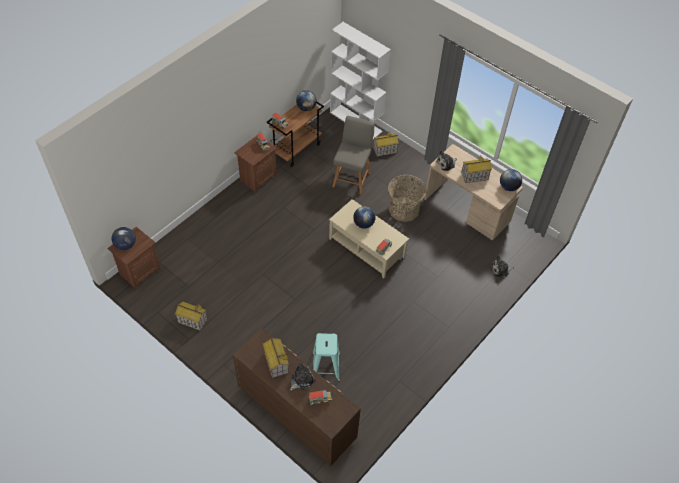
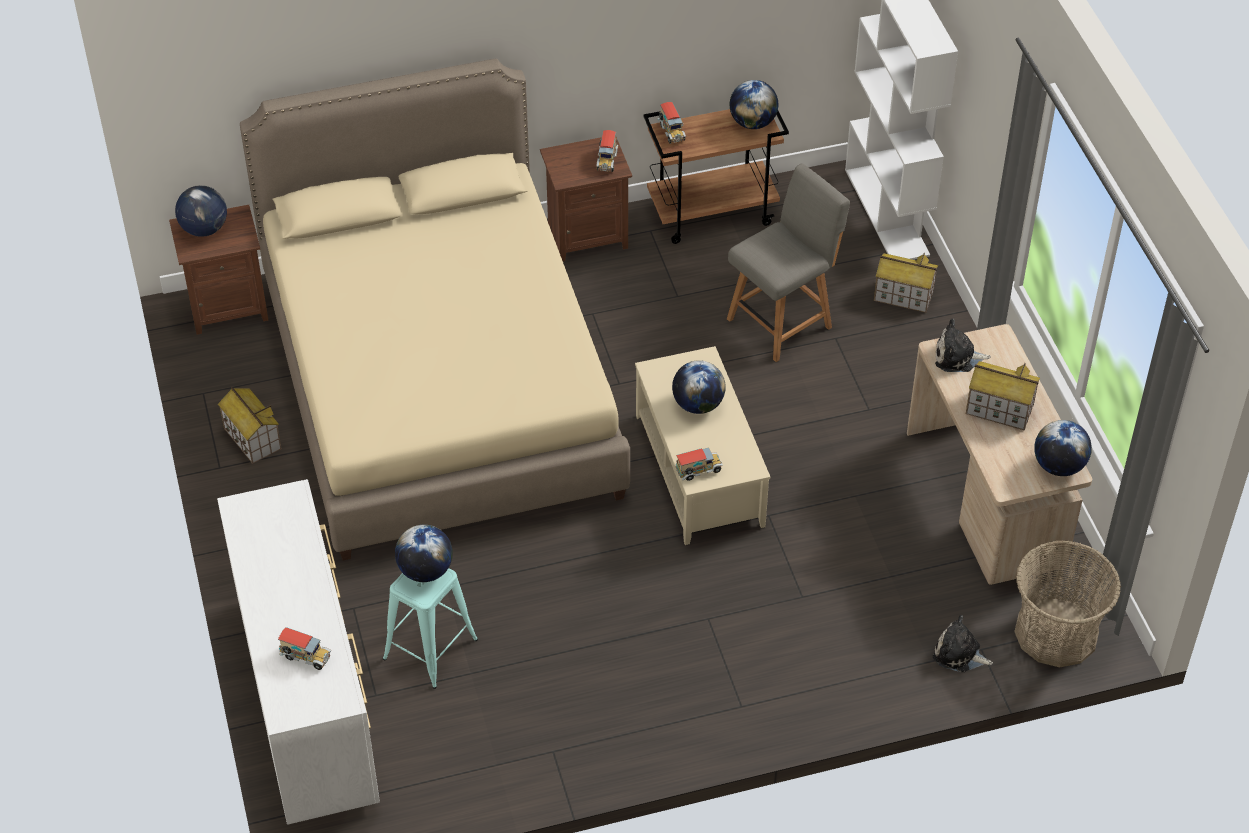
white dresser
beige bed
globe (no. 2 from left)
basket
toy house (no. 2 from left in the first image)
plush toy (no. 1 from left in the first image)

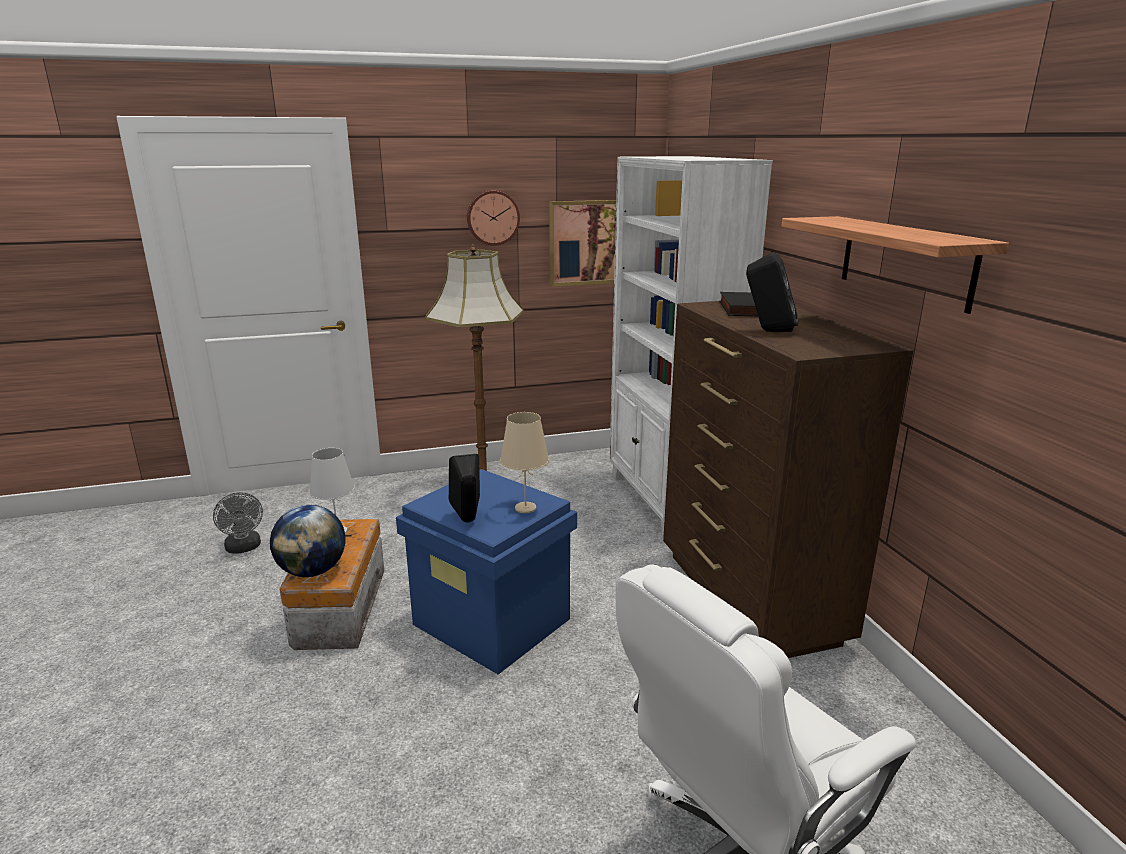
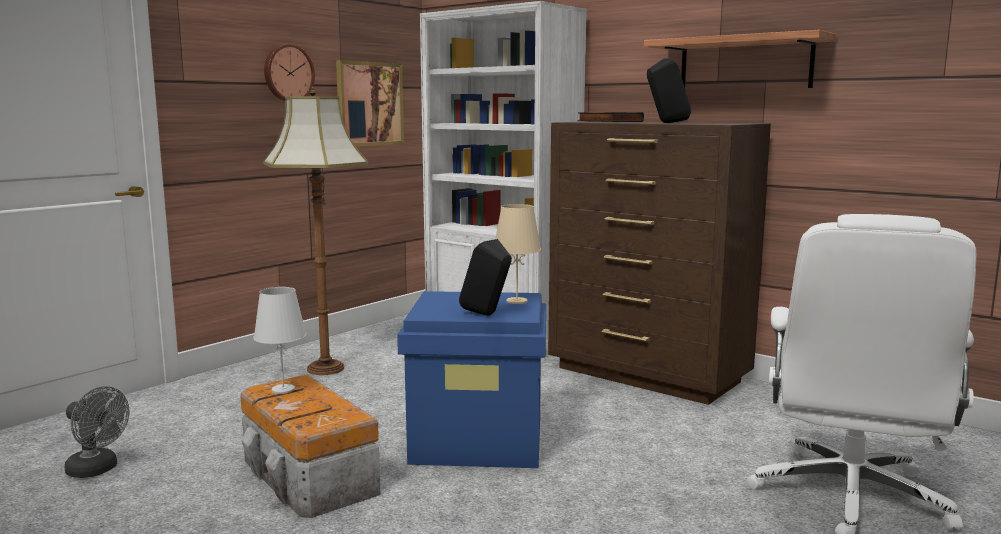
globe

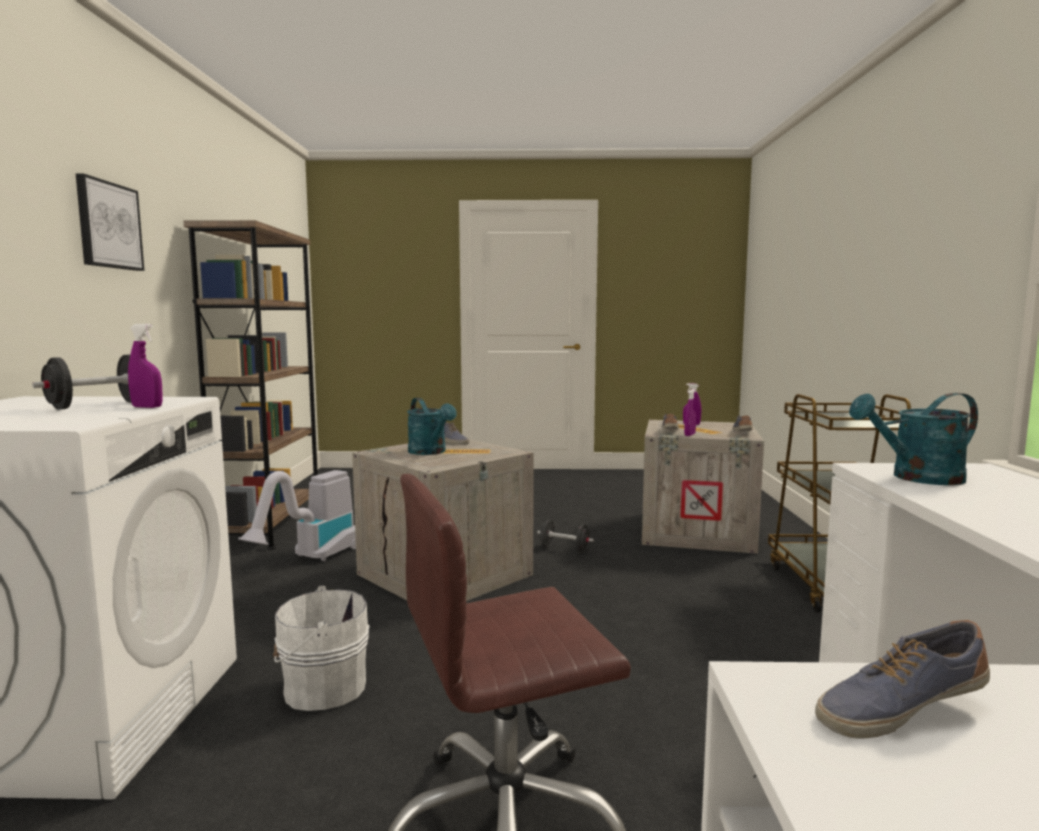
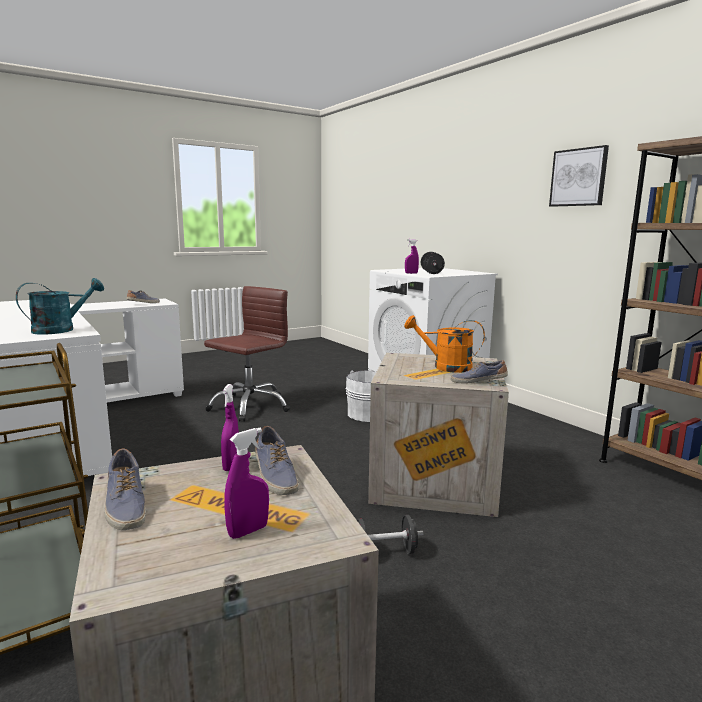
orange watering can
vacuum cleaner

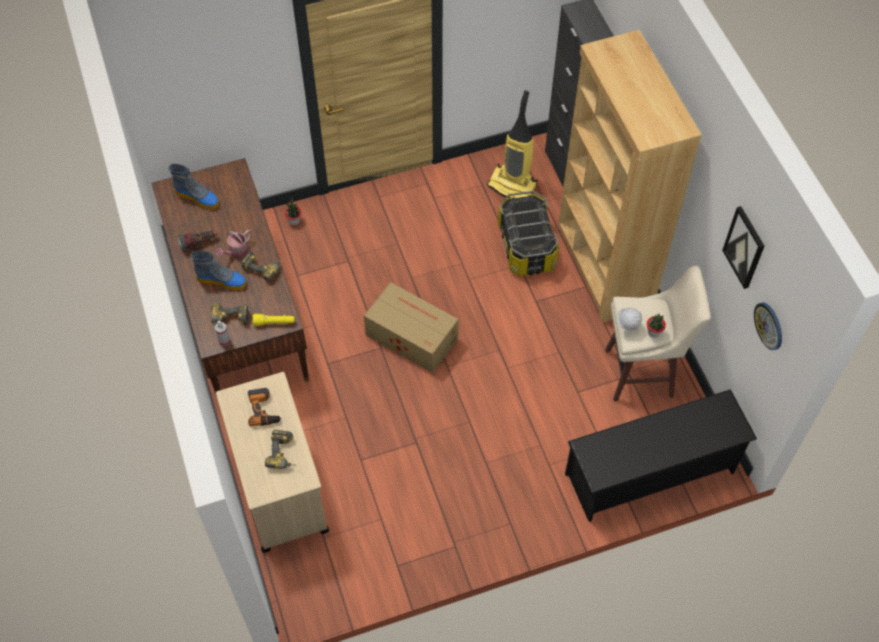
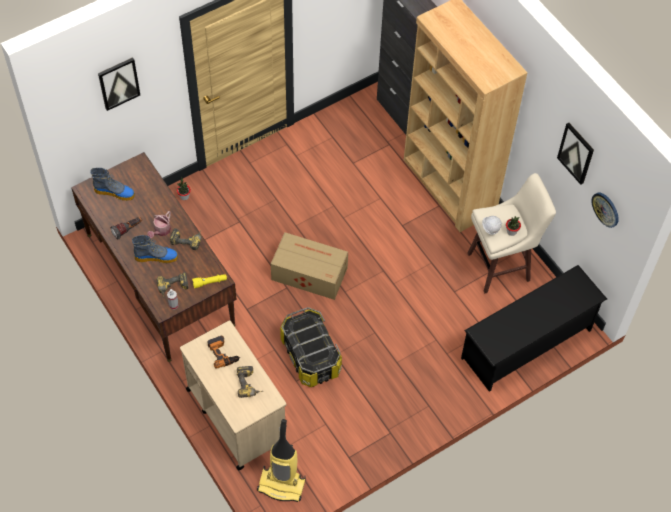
picture (no. 1 from left)
vacuum cleaner
storage box

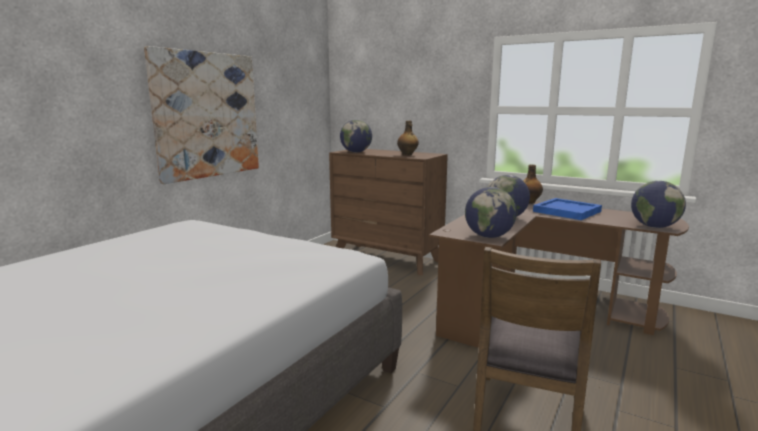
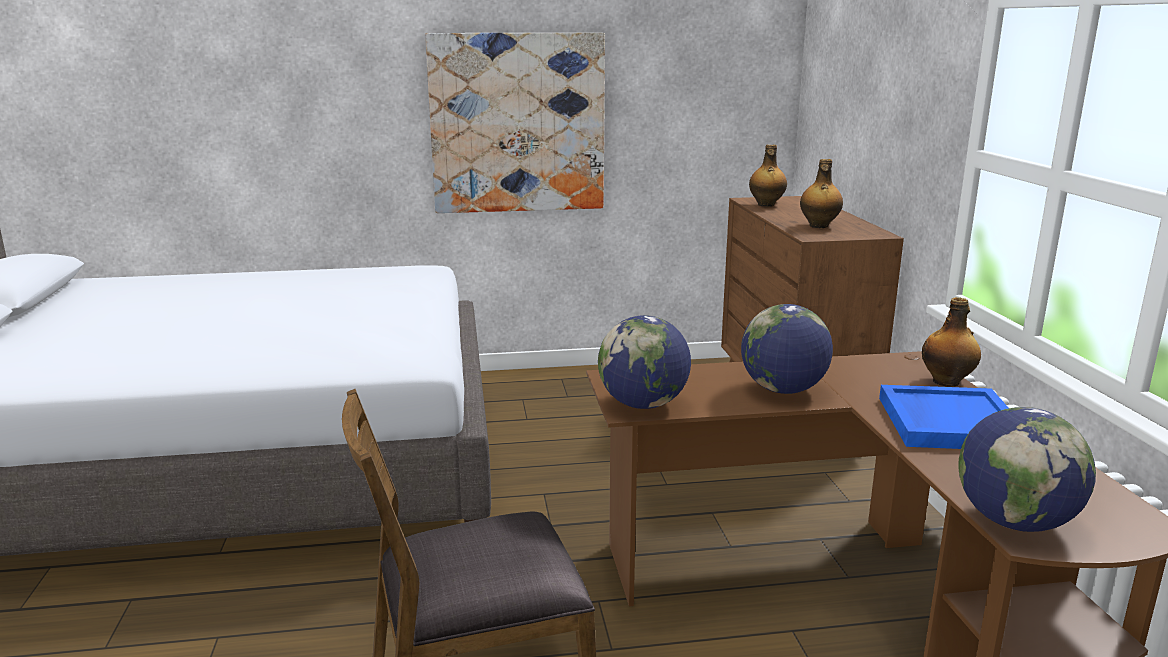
bottle (no. 1 from left)

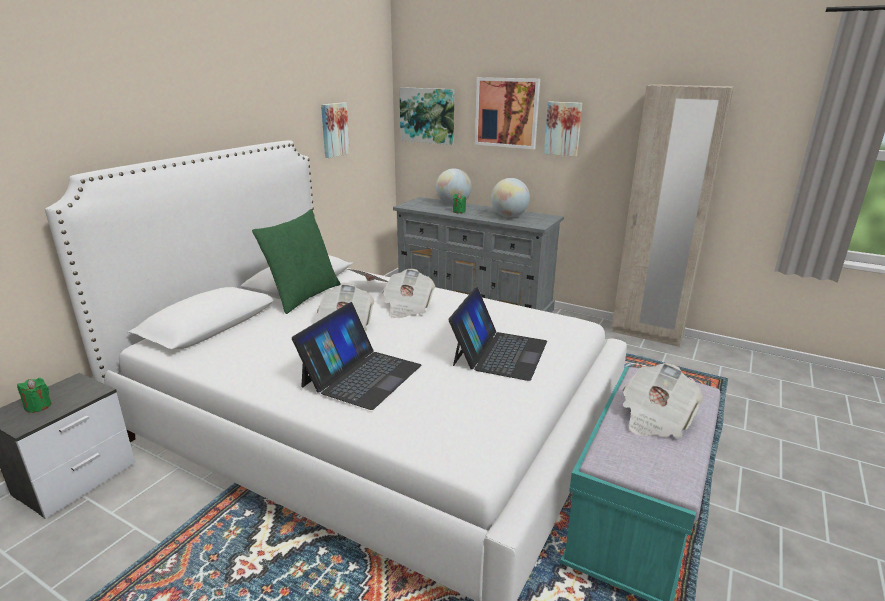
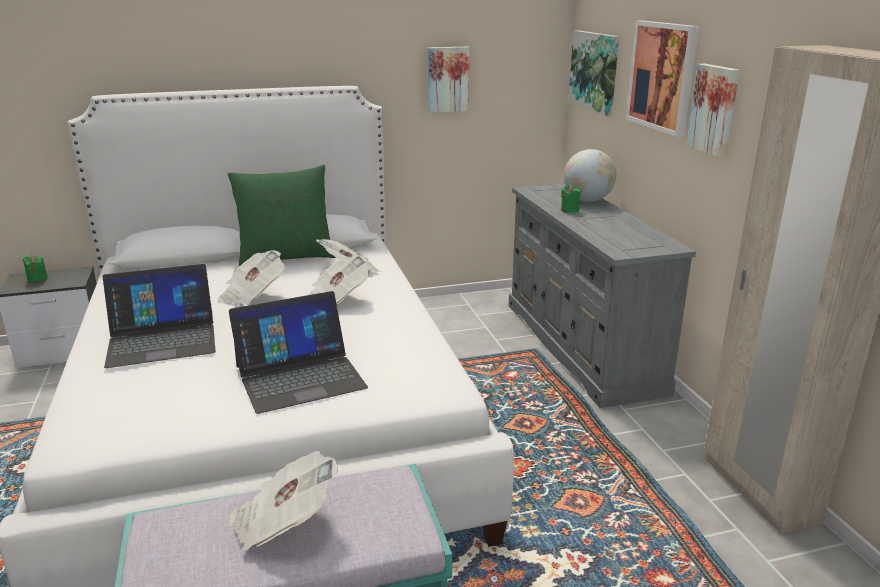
globe (no. 2 from left in the first image)

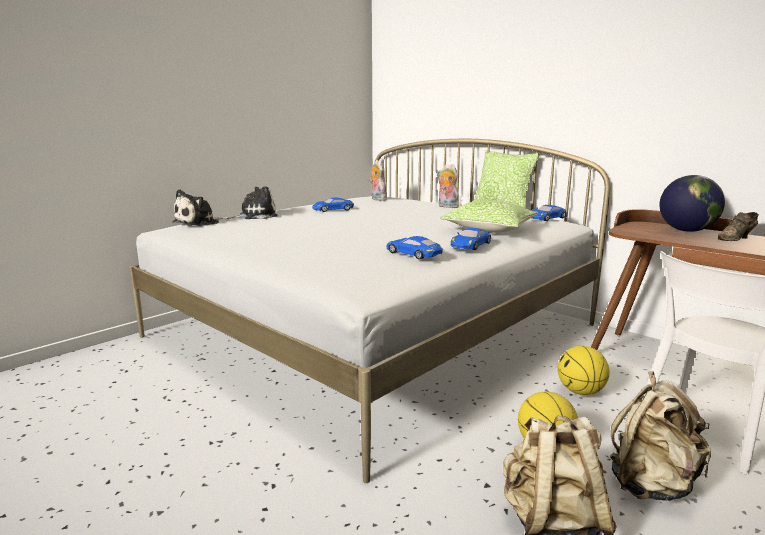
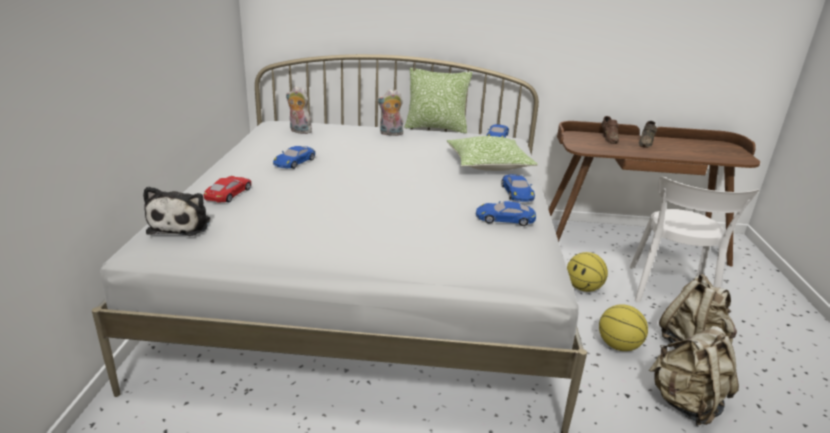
red toy car
brown shoe (no. 1 from left)

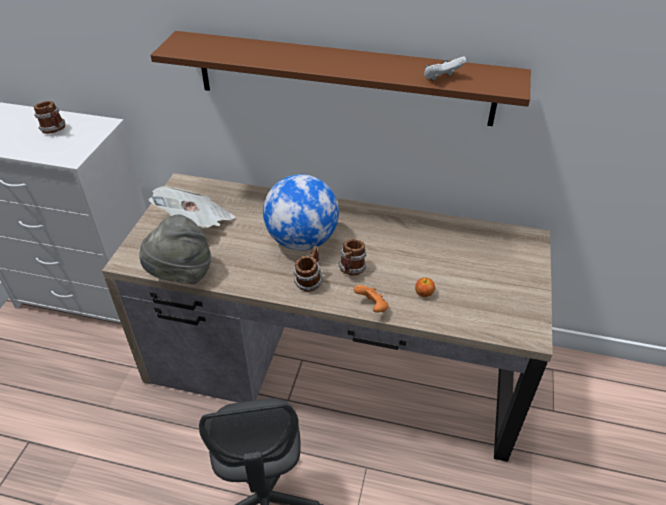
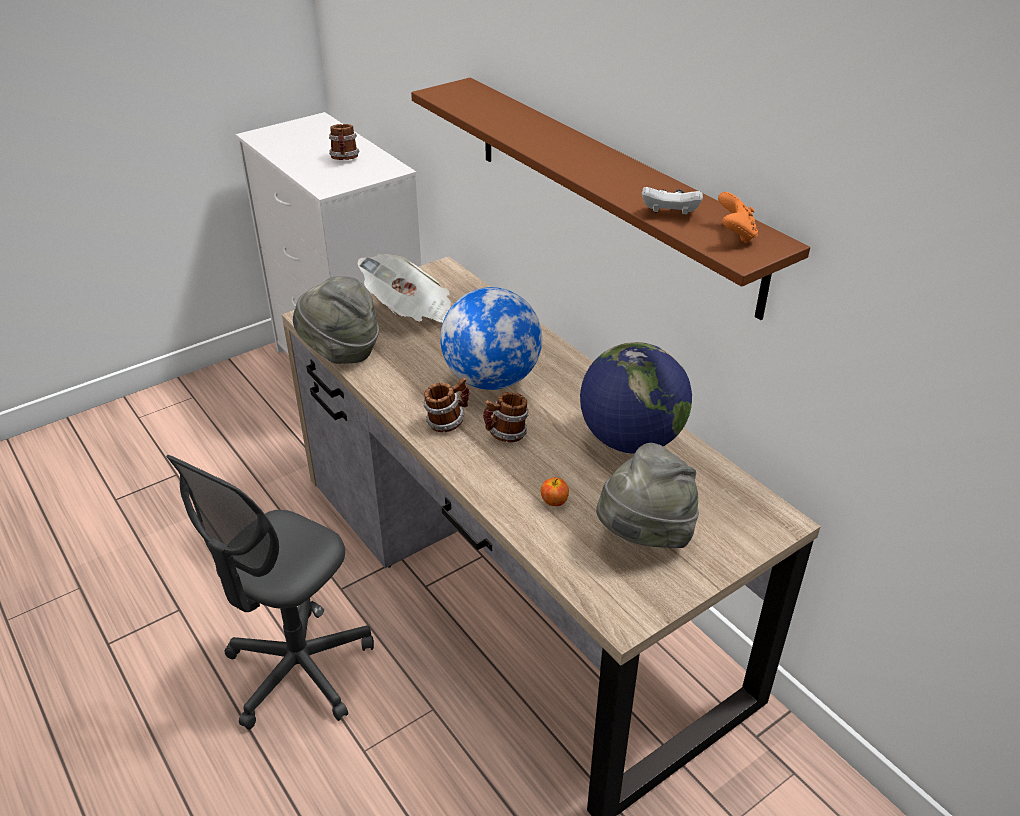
globe (no. 2 from left)
grey hat (no. 2 from left)
orange game controller

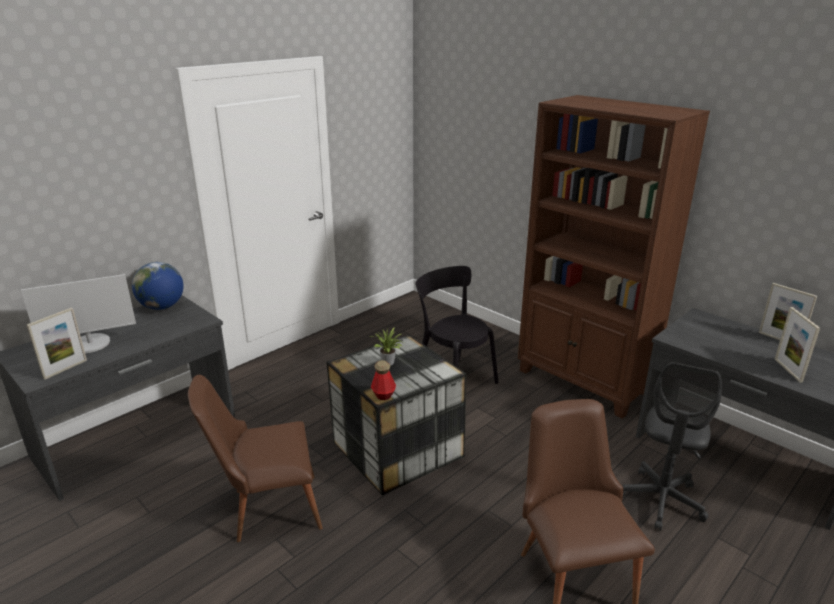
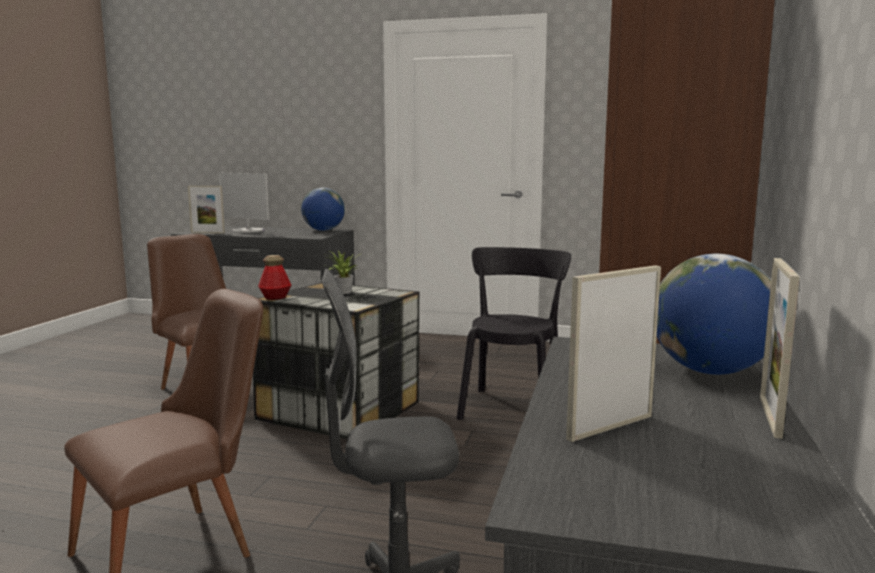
globe (no. 2 from left)

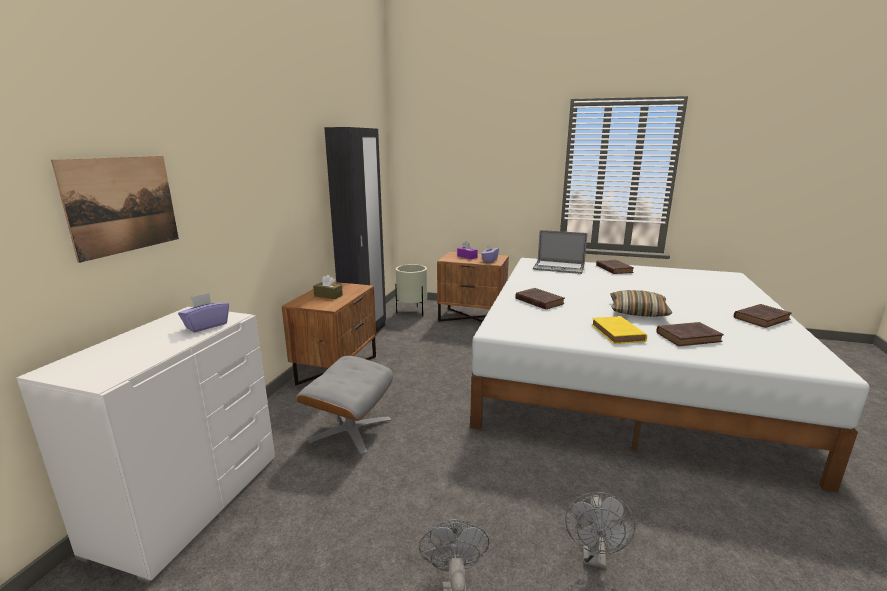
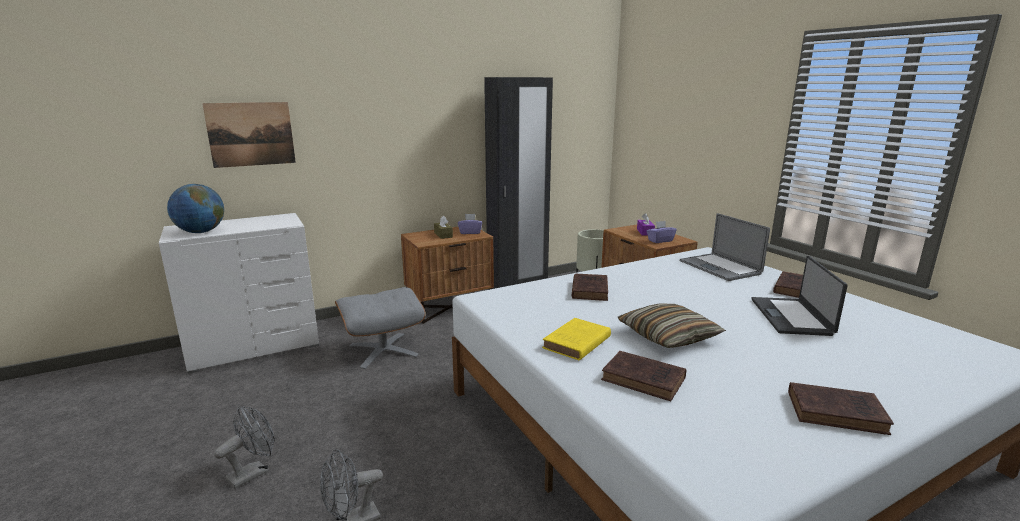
globe
purple tissue box (no. 1 from left)
laptop (no. 2 from left)

